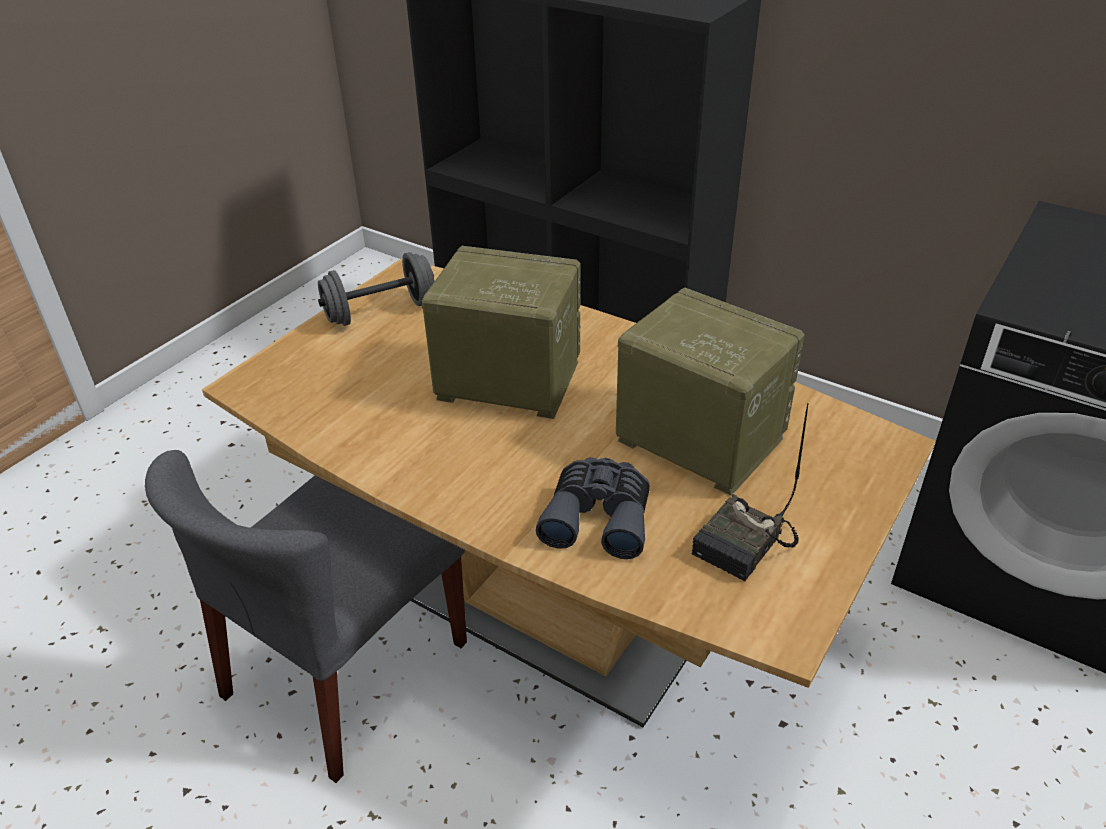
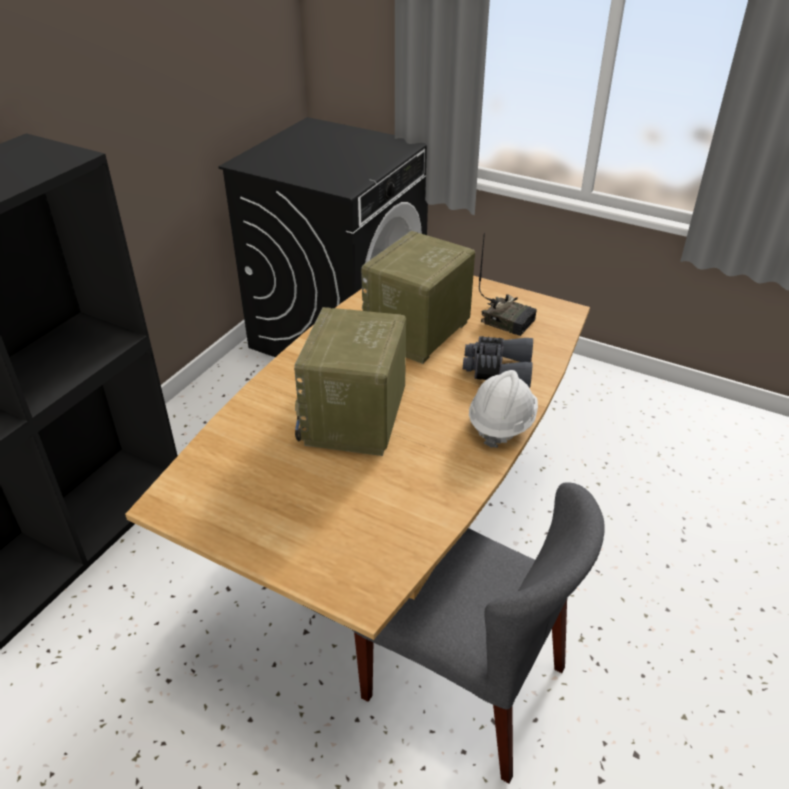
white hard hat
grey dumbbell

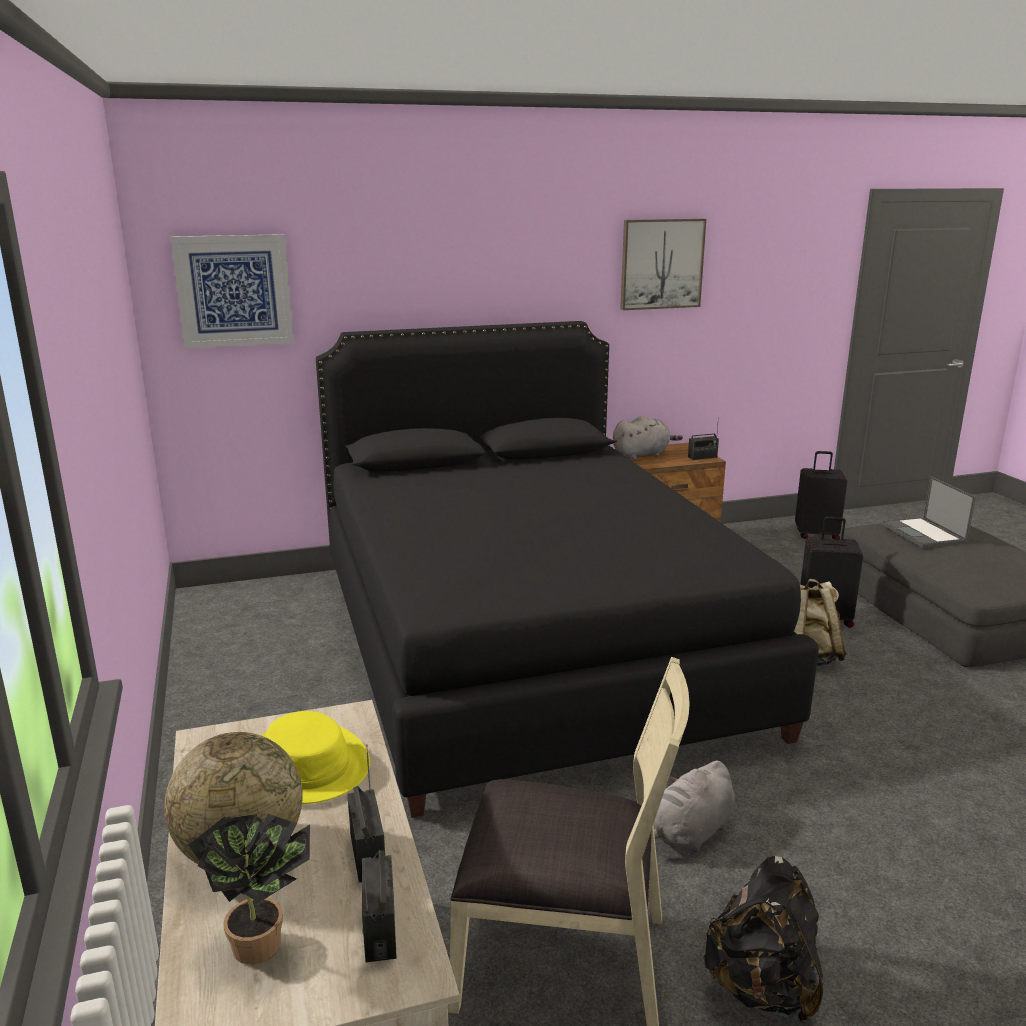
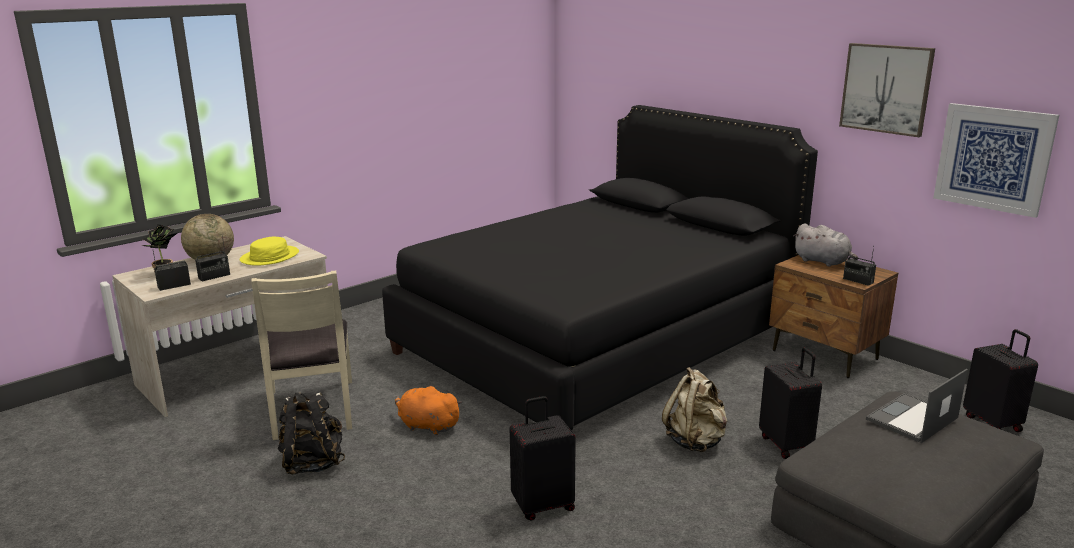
orange plush toy
black suitcase (no. 1 from left)
picture (no. 2 from left)

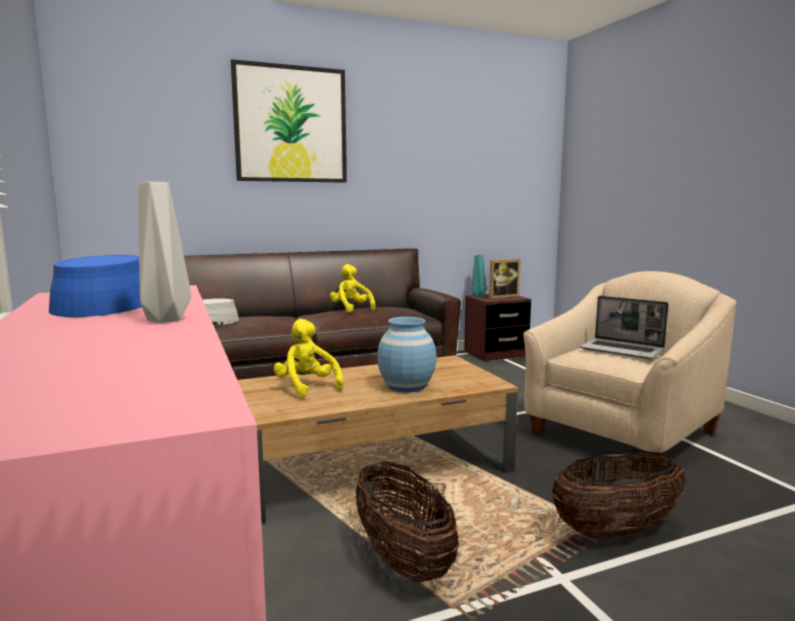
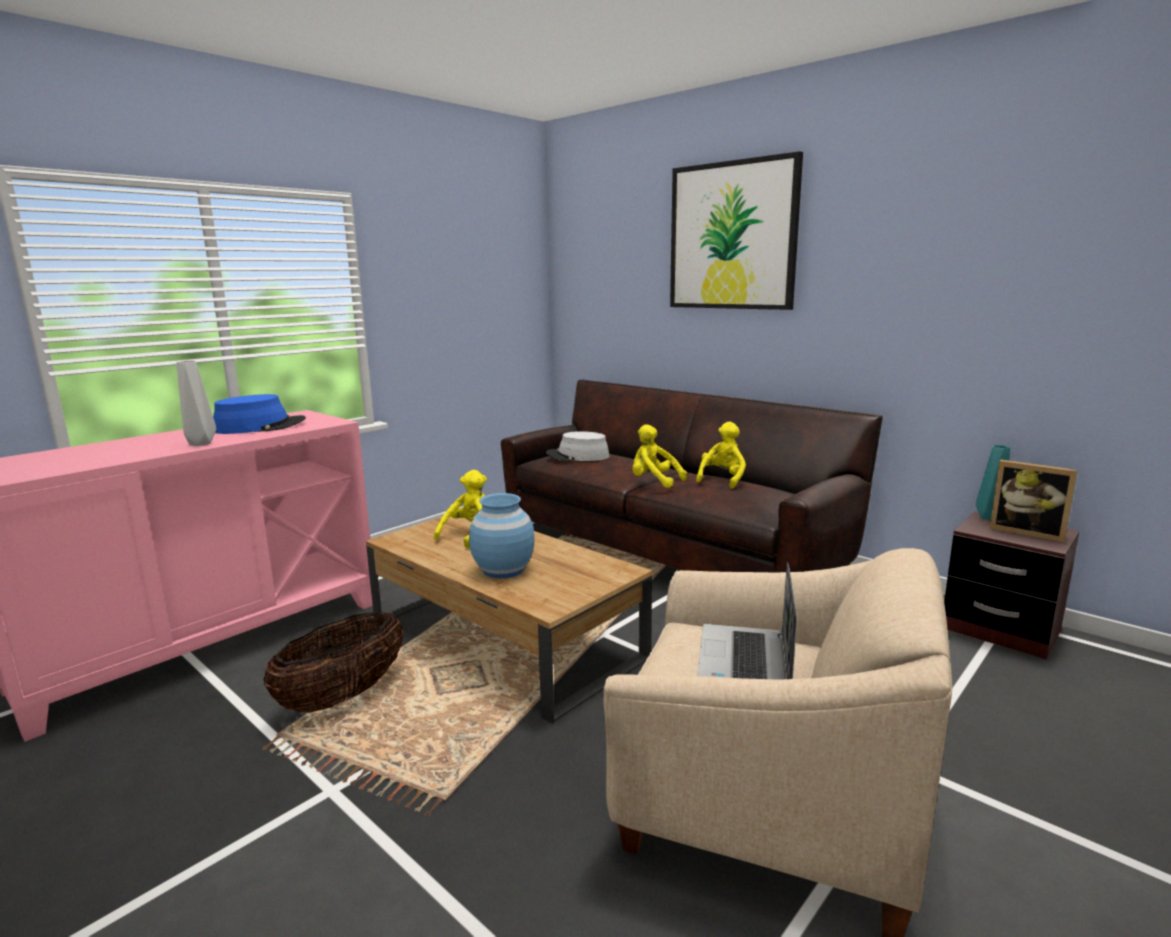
yellow plush toy (no. 2 from left)
basket (no. 2 from left in the first image)

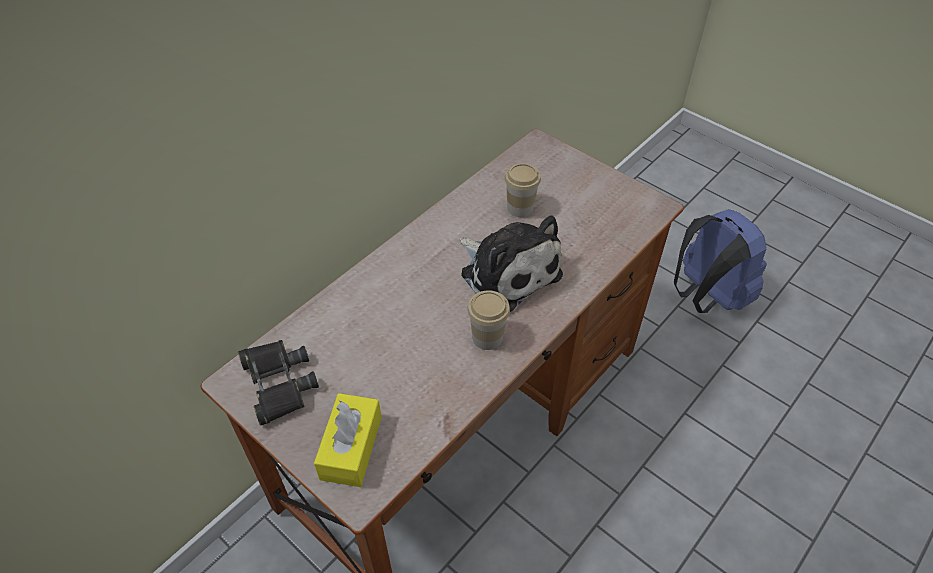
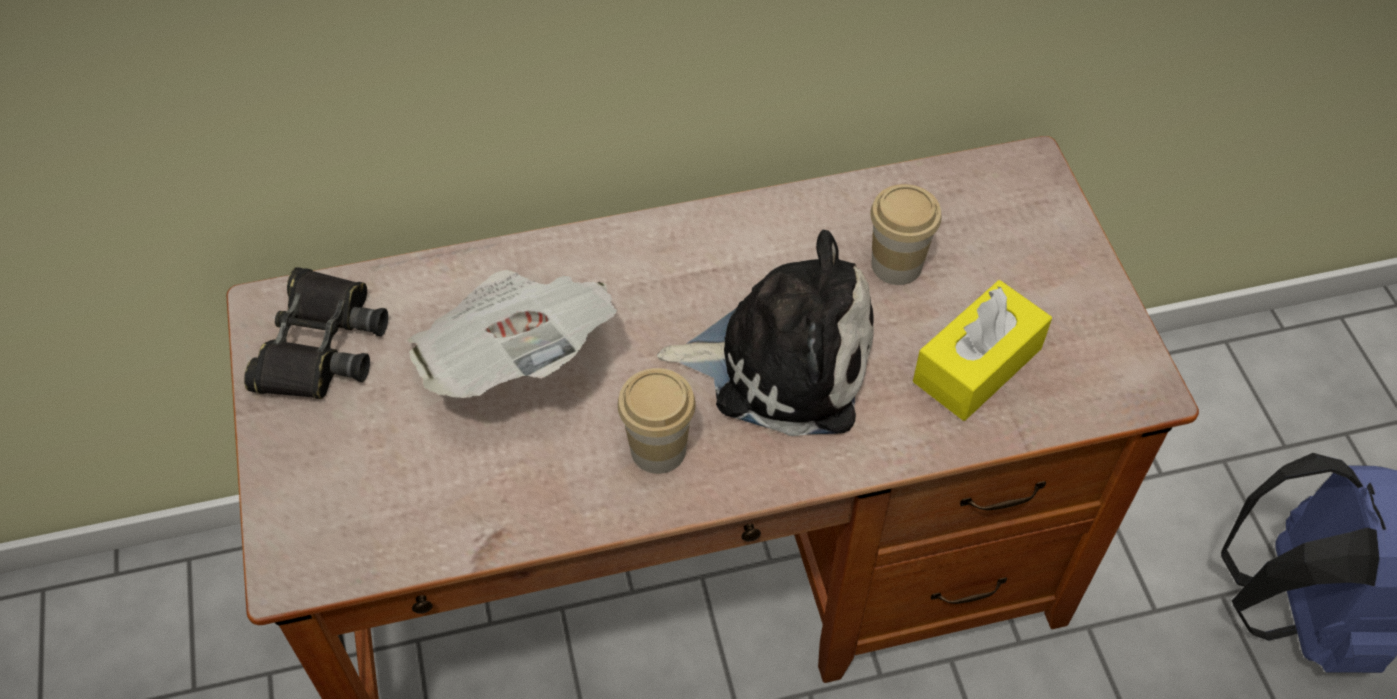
newspaper
plush toy
yellow tissue box

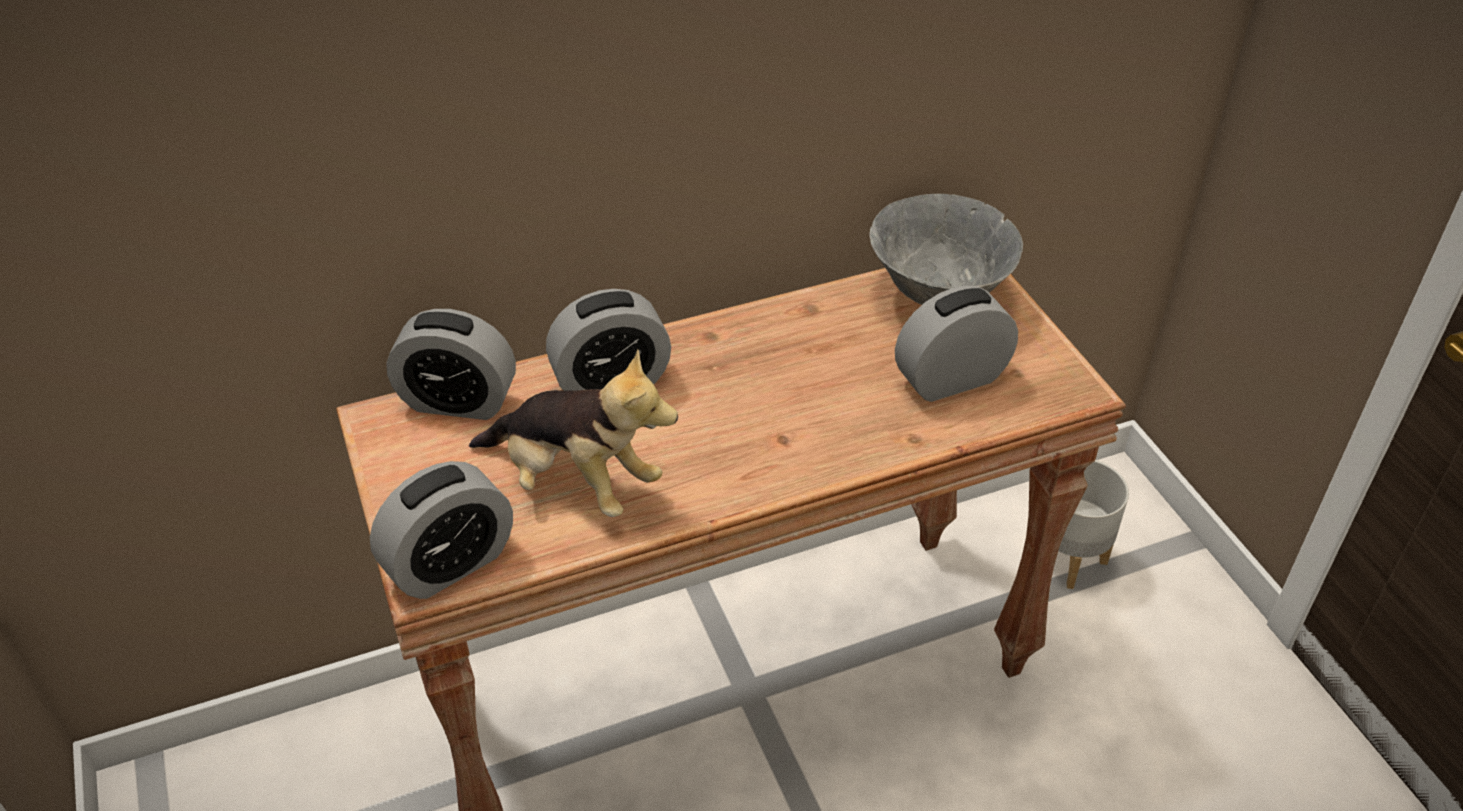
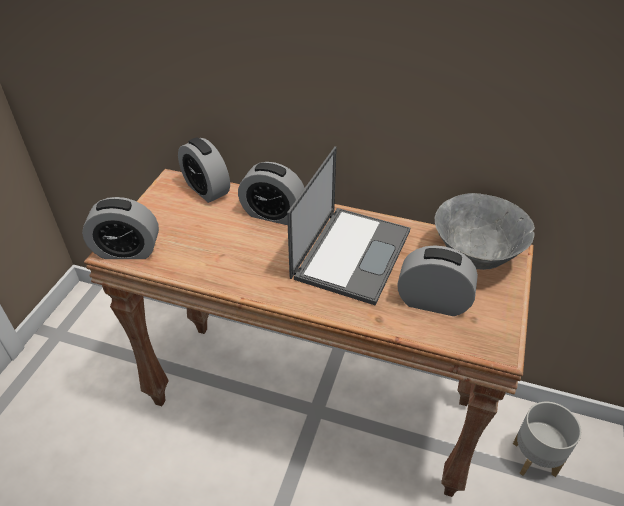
laptop
plush toy

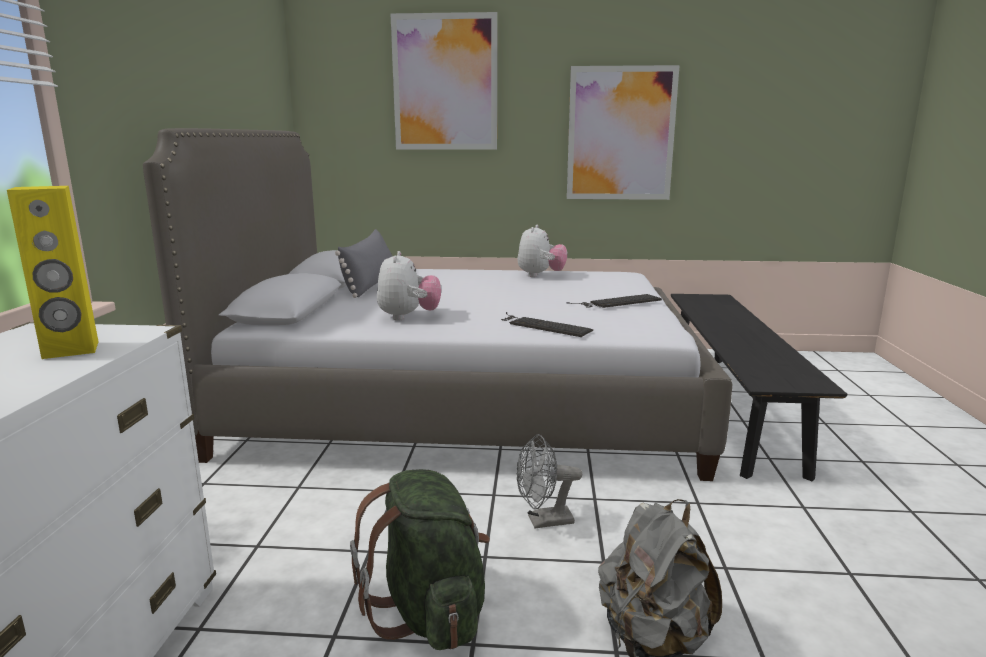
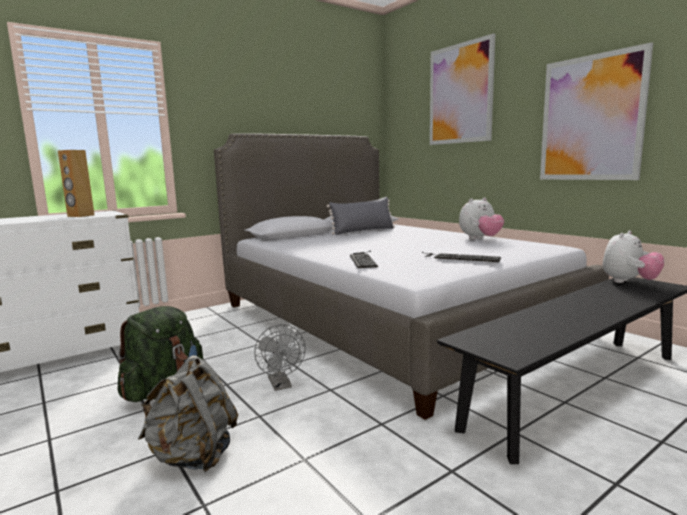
brown speaker
grey fan
plush toy (no. 2 from left)

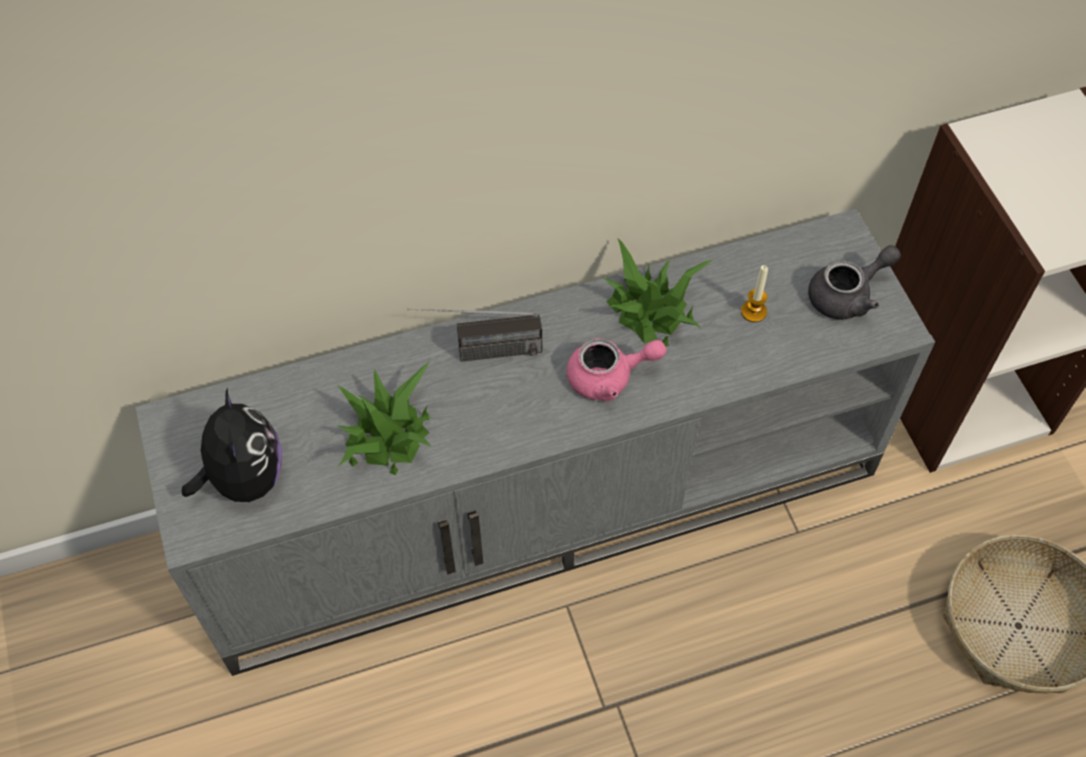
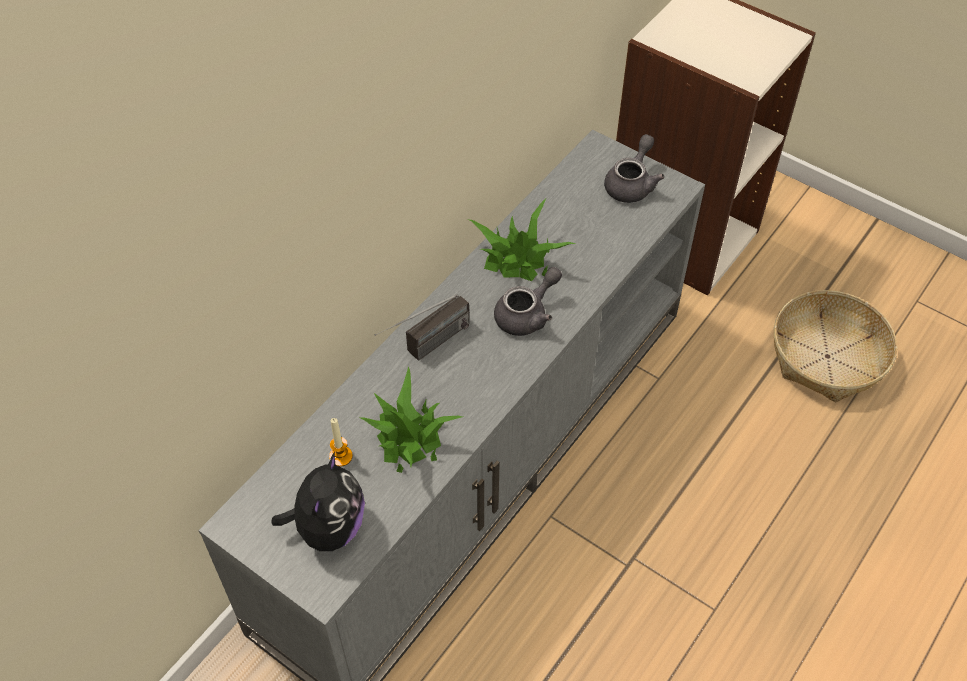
plush toy
candle
grey teapot (no. 1 from left)

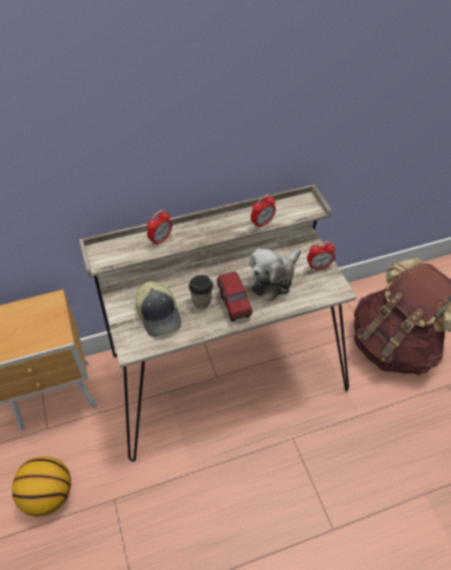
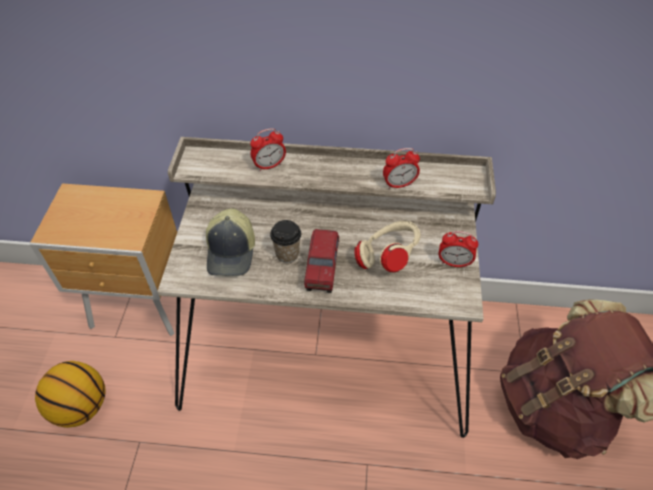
beige headphones

